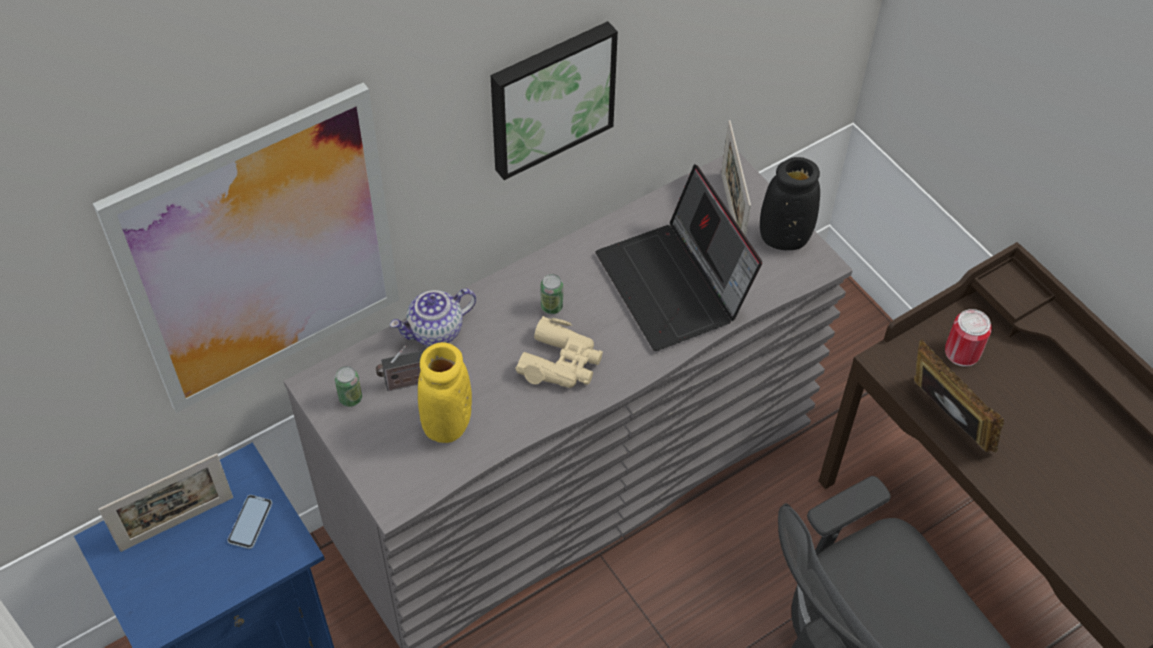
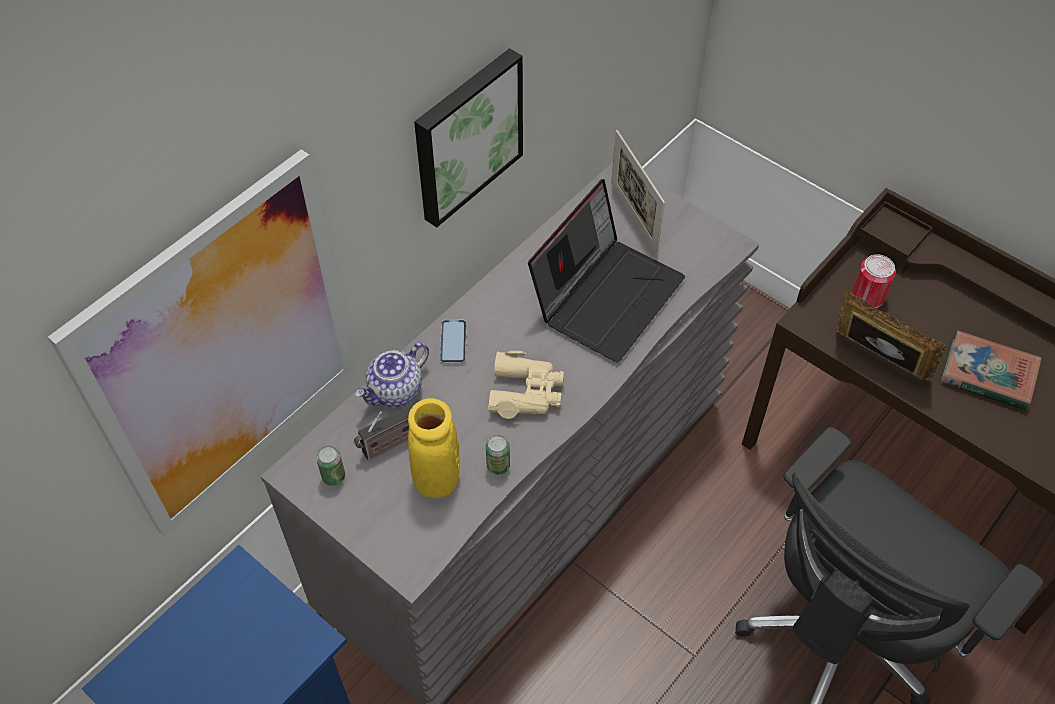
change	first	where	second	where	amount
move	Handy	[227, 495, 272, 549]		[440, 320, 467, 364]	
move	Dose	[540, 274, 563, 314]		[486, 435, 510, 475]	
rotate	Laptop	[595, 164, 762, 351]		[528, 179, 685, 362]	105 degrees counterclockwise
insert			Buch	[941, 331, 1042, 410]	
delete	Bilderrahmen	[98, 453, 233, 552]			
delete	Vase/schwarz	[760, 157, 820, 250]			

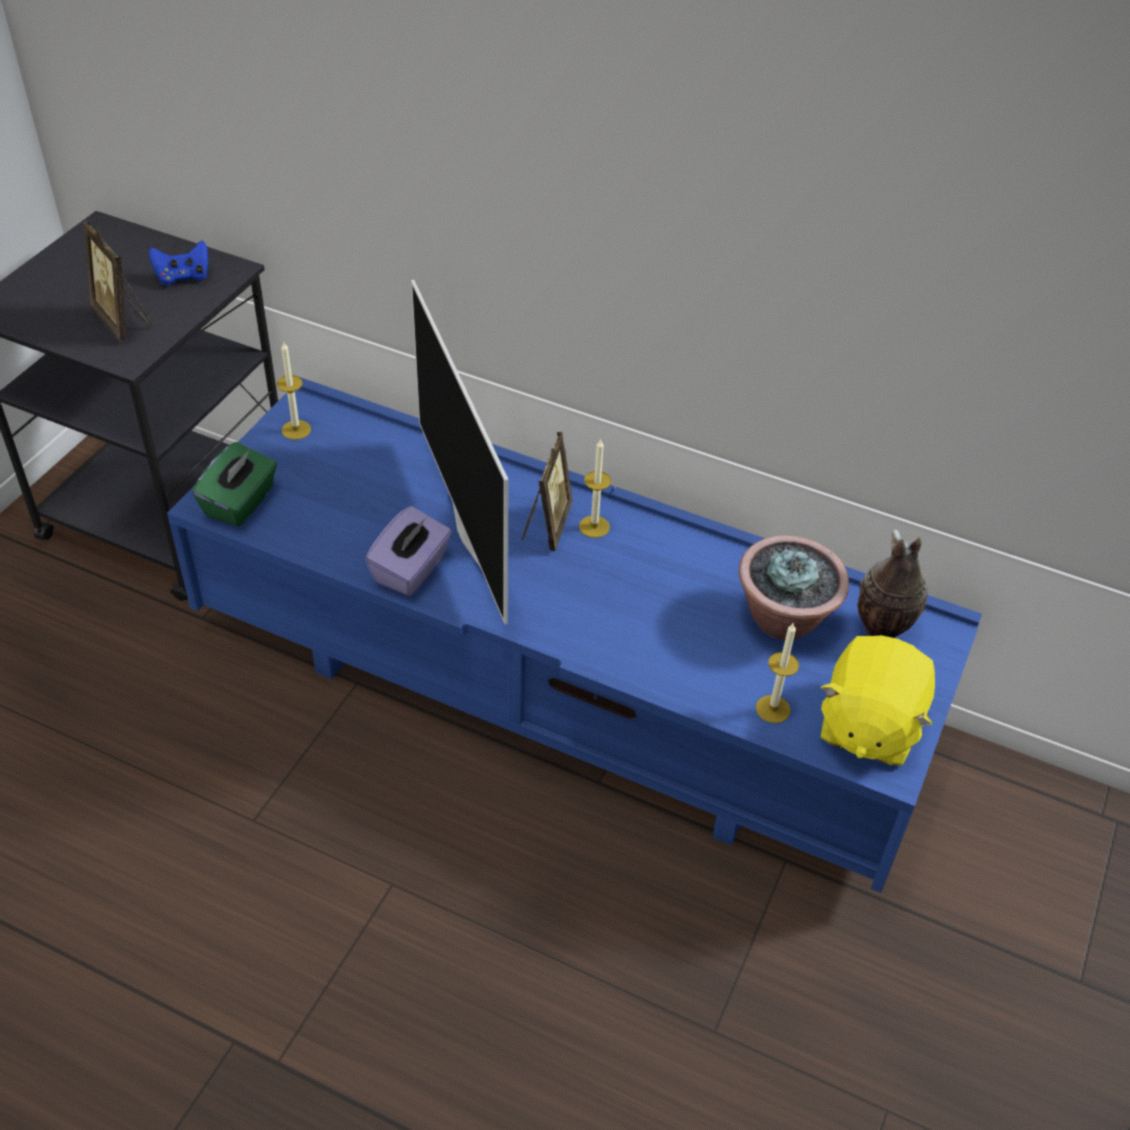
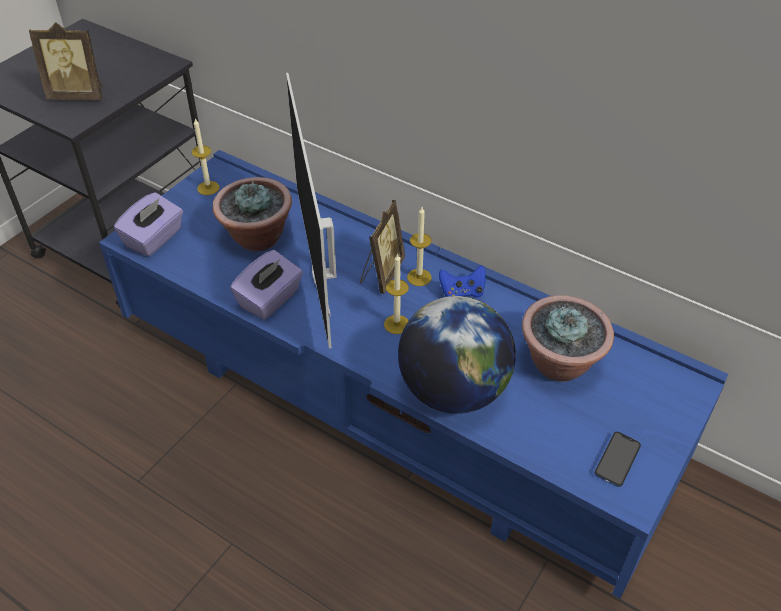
change	first	where	second	where	amount
rotate	Bilderrahmen	[84, 221, 152, 341]		[29, 22, 102, 100]	60 degrees counterclockwise
recolor	Taschentuchbox/grün	[192, 442, 277, 527]	Taschentuchbox/lila	[114, 192, 183, 256]	
insert			Topfpflanze	[213, 177, 292, 251]	
move	Kerze	[756, 622, 799, 723]		[384, 254, 409, 334]	
insert			Globus	[398, 296, 516, 414]	
move	Gamepad/blau	[149, 240, 208, 285]		[439, 265, 486, 298]	
replace	Plüschtier/gelb	[821, 635, 935, 766]	Handy	[594, 432, 641, 487]	
delete	Vase	[857, 530, 928, 638]			

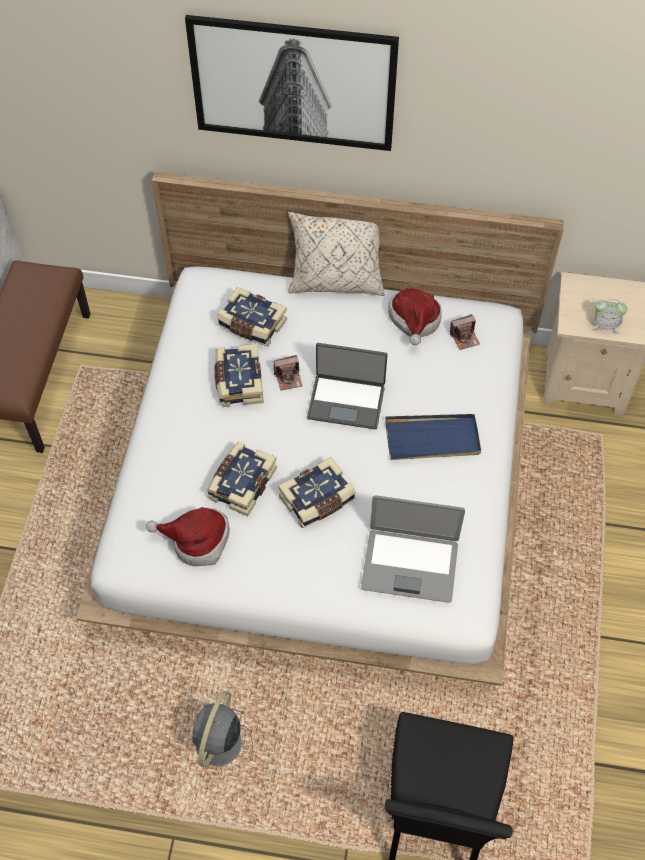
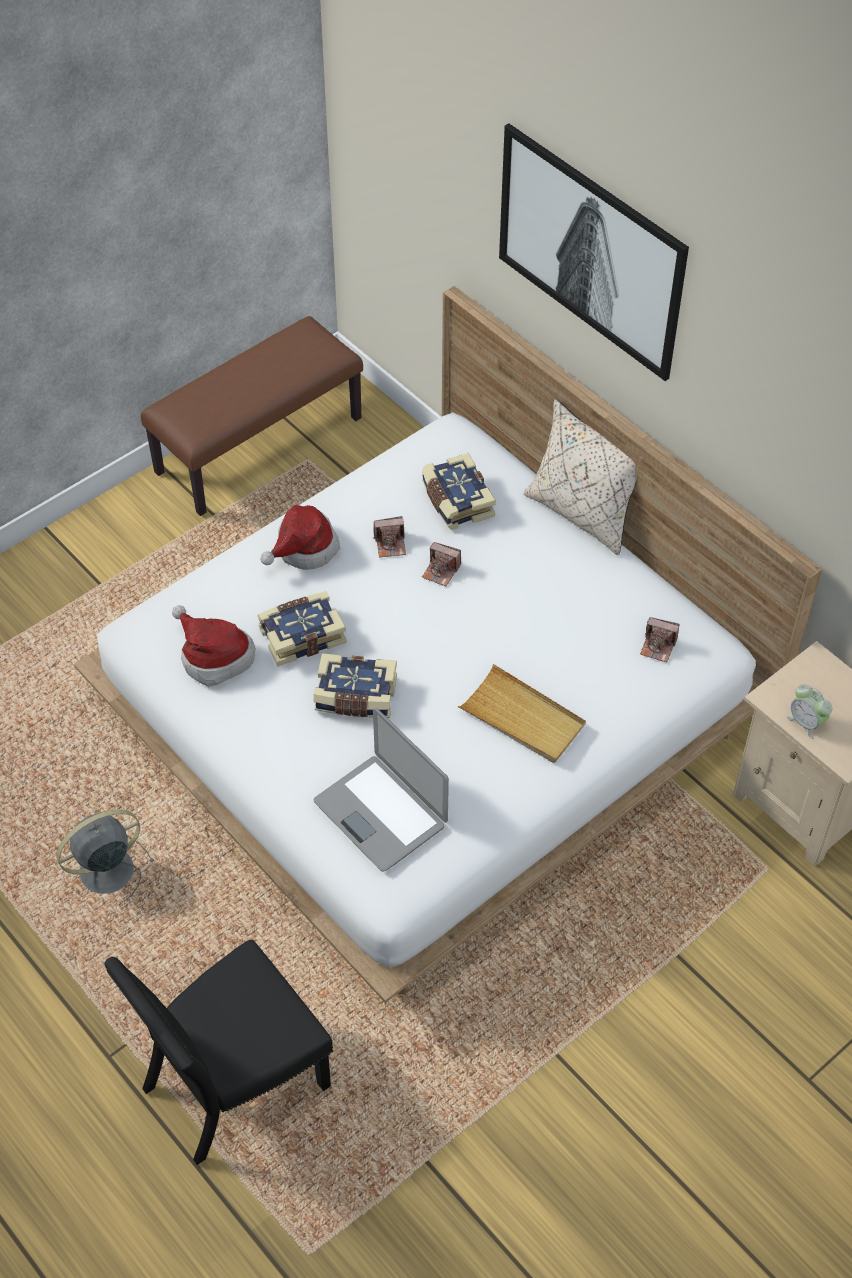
change	first	where	second	where	amount
move	Hut	[388, 288, 442, 345]		[260, 505, 340, 570]	
replace	Buch	[214, 344, 264, 407]	Kamera	[373, 516, 406, 557]	
recolor	Tablett/blau	[385, 414, 481, 460]	Tablett/beige	[458, 664, 586, 763]	
delete	Laptop	[307, 343, 388, 429]			

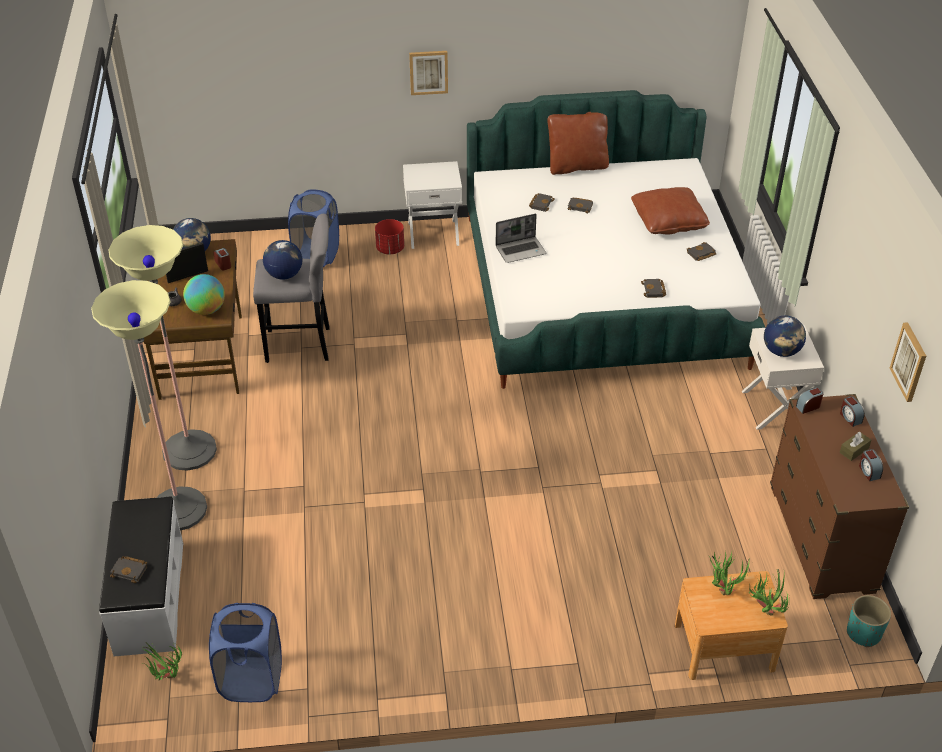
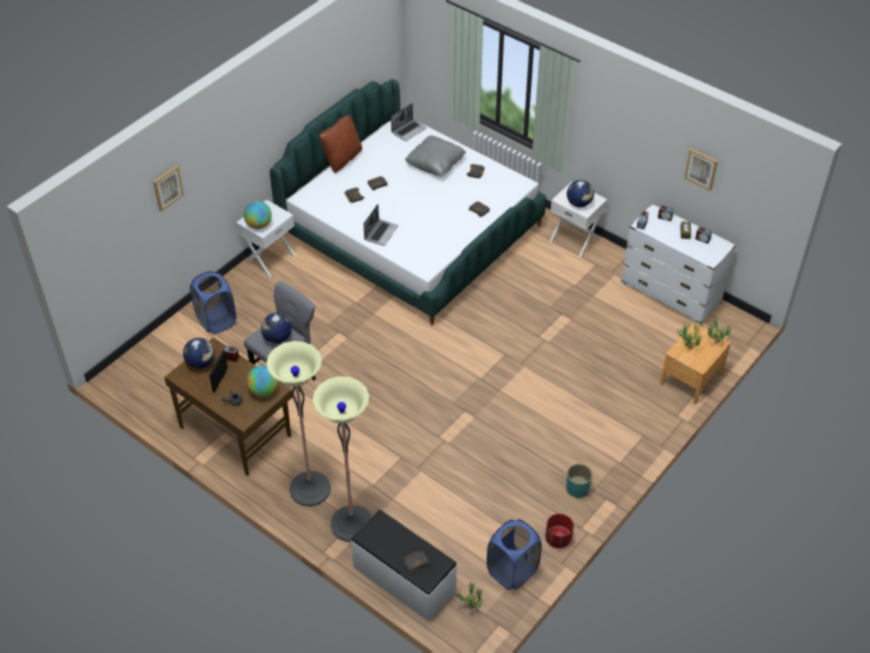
change	first	where	second	where	amount
move	Bild	[409, 51, 448, 95]		[153, 165, 184, 211]	
insert			Globus	[244, 201, 272, 229]	
insert			Laptop	[391, 103, 427, 141]	
recolor	Kissen/braun	[631, 187, 710, 234]	Kissen/grau	[405, 136, 466, 176]	
move	Pflanzkübel/rot	[375, 219, 404, 254]		[545, 514, 574, 548]	
move	Pflanzkübel/türkis	[847, 595, 891, 647]		[566, 464, 593, 498]	
recolor	Kommode/braun	[770, 394, 909, 599]	Kommode/weiß	[621, 204, 736, 325]	

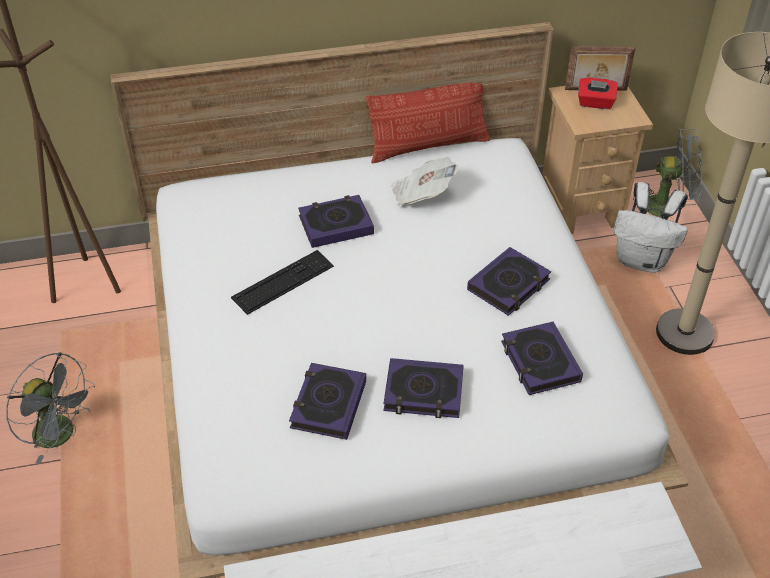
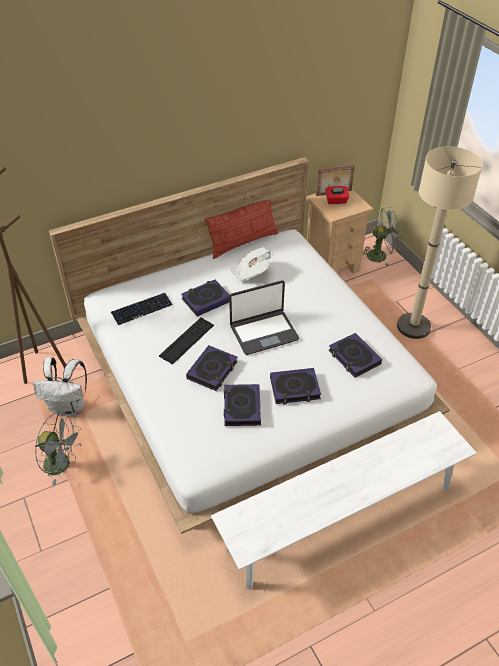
change	first	where	second	where	amount
move	Rucksack/weiß	[614, 182, 688, 273]		[33, 357, 87, 416]	
insert			Tastatur	[111, 293, 172, 325]	
move	Buch	[467, 247, 551, 316]		[186, 345, 238, 391]	
insert			Laptop	[229, 280, 299, 355]	

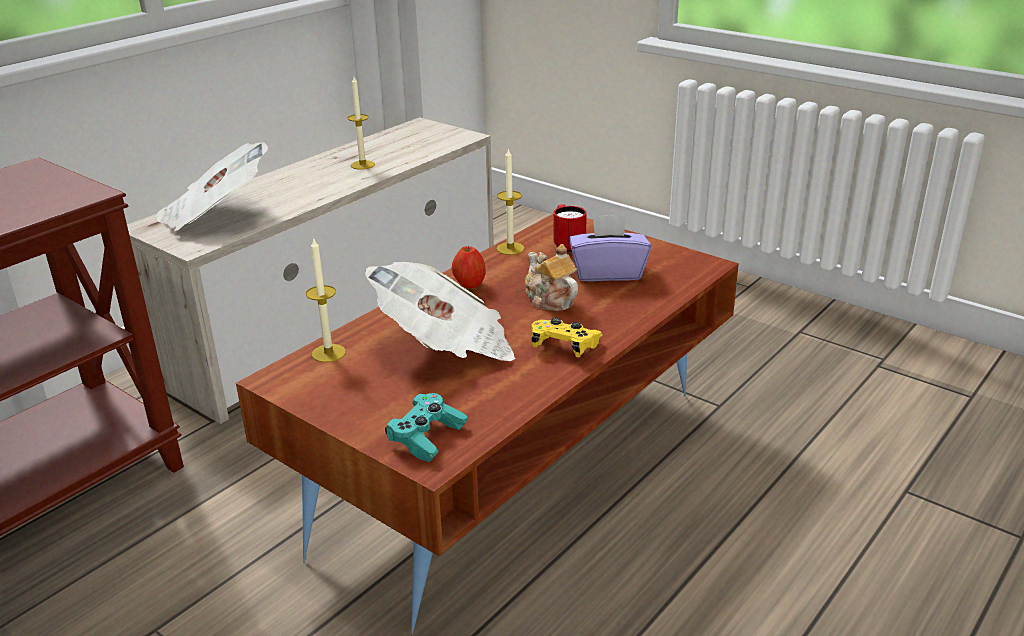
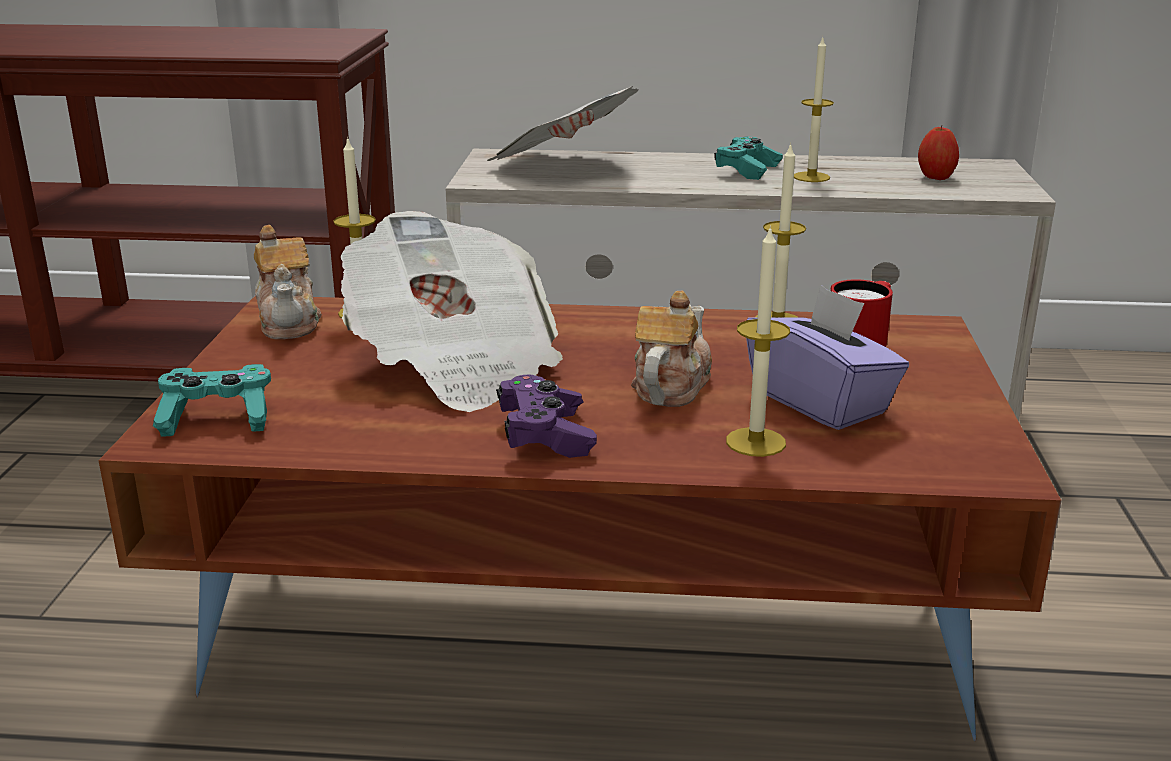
change	first	where	second	where	amount
insert			Teekanne	[254, 225, 322, 339]	
recolor	Gamepad/gelb	[531, 318, 602, 357]	Gamepad/lila	[496, 375, 597, 458]	
insert			Gamepad/türkis	[714, 137, 783, 180]	
insert			Kerze	[726, 225, 790, 457]	
move	Apfel	[452, 246, 486, 288]		[918, 125, 959, 180]	

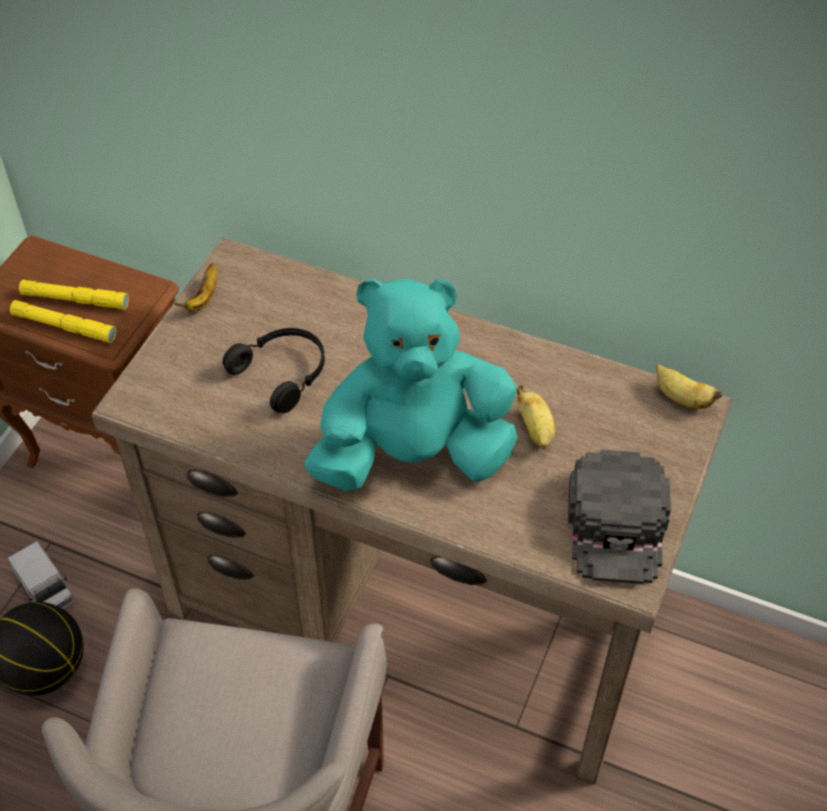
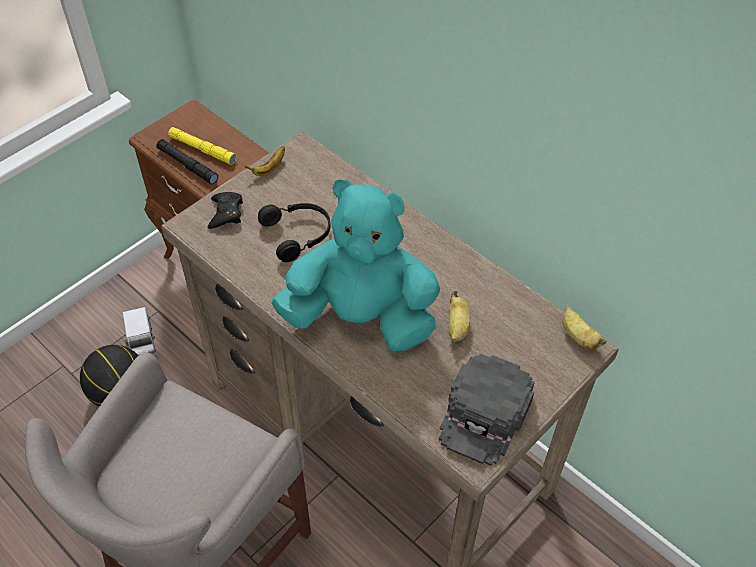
change	first	where	second	where	amount
recolor	Taschenlampe/gelb	[10, 300, 116, 343]	Taschenlampe/schwarz	[156, 139, 218, 184]	
insert			Gamepad/schwarz	[207, 192, 243, 229]	

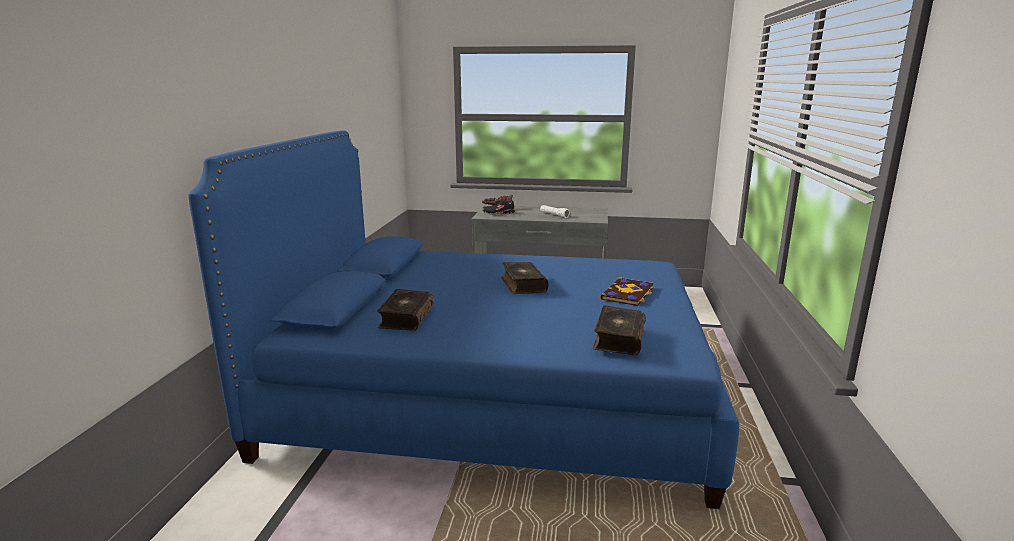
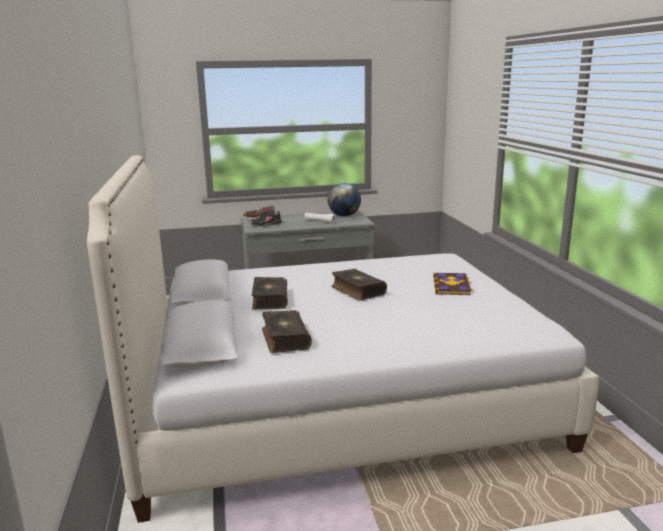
change	first	where	second	where	amount
recolor	Bett/blau	[188, 130, 739, 509]	Bett/weiß	[87, 155, 599, 523]	
move	Buch	[593, 305, 645, 355]		[252, 277, 288, 310]	
insert			Globus	[328, 183, 361, 217]	

